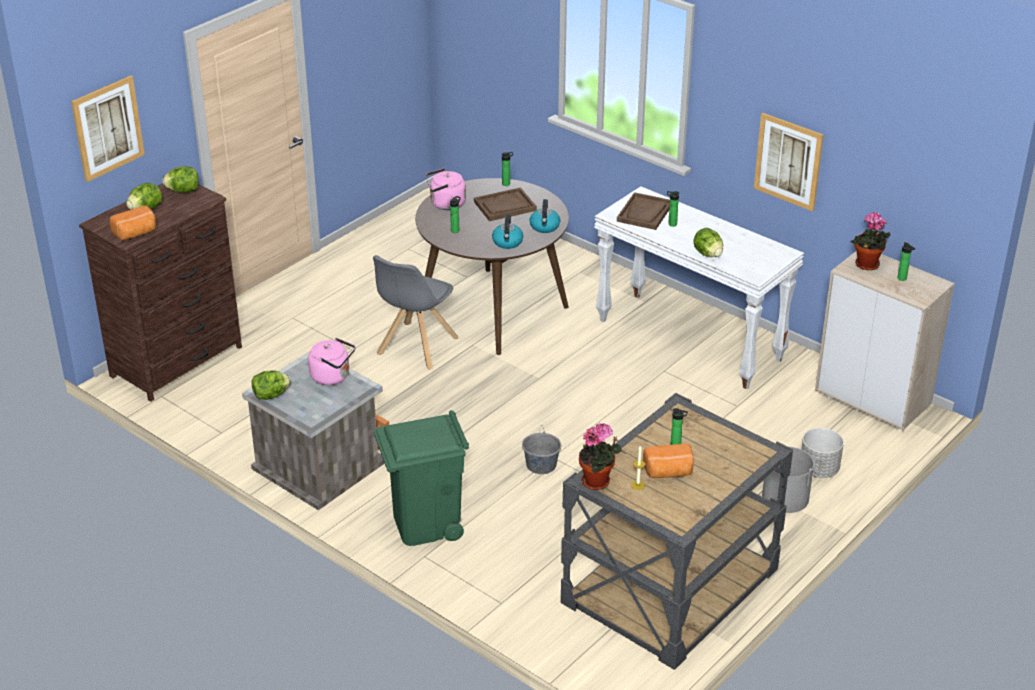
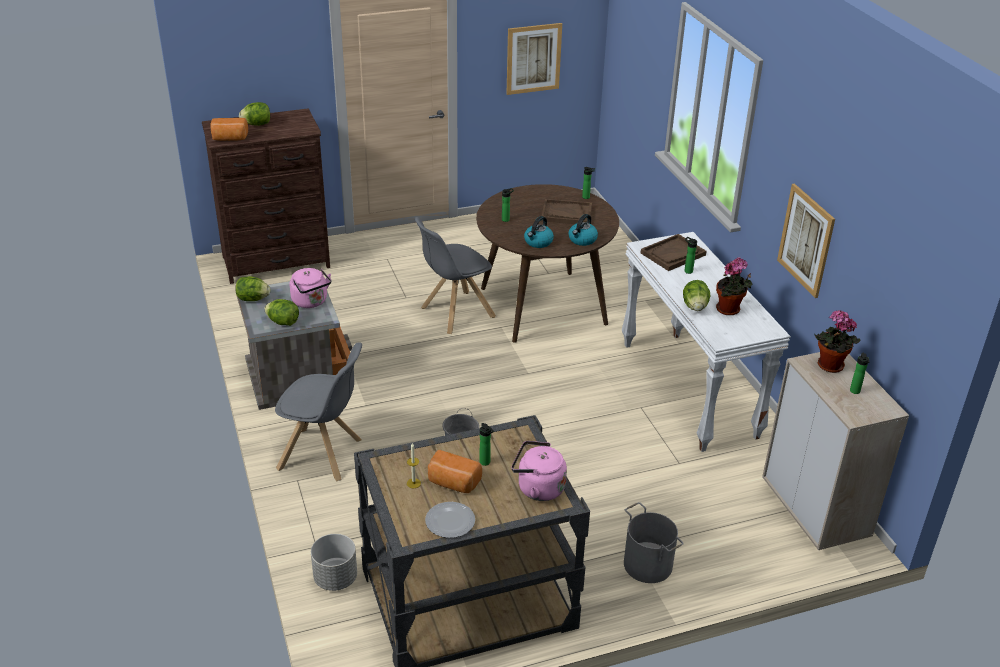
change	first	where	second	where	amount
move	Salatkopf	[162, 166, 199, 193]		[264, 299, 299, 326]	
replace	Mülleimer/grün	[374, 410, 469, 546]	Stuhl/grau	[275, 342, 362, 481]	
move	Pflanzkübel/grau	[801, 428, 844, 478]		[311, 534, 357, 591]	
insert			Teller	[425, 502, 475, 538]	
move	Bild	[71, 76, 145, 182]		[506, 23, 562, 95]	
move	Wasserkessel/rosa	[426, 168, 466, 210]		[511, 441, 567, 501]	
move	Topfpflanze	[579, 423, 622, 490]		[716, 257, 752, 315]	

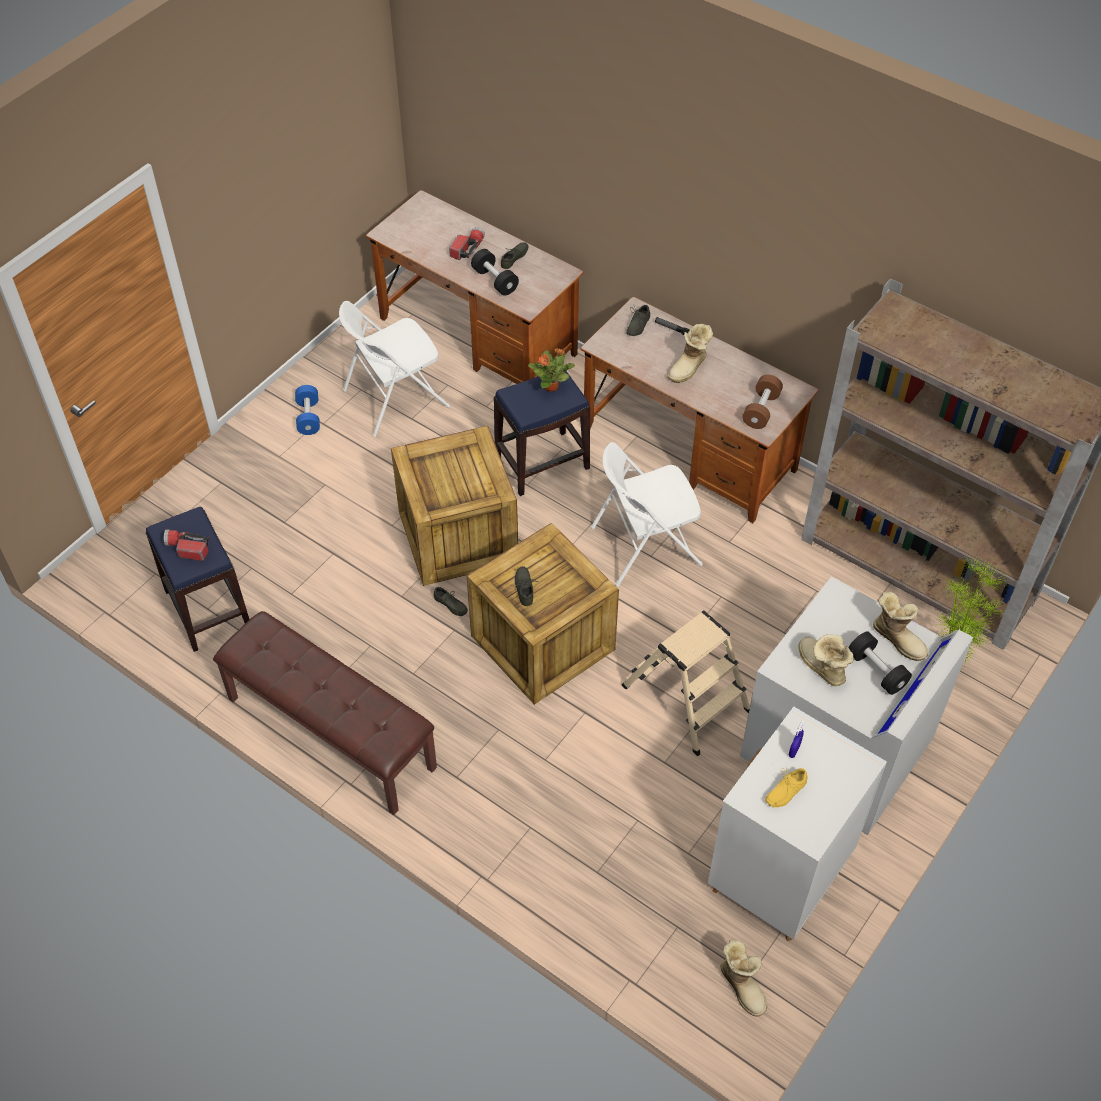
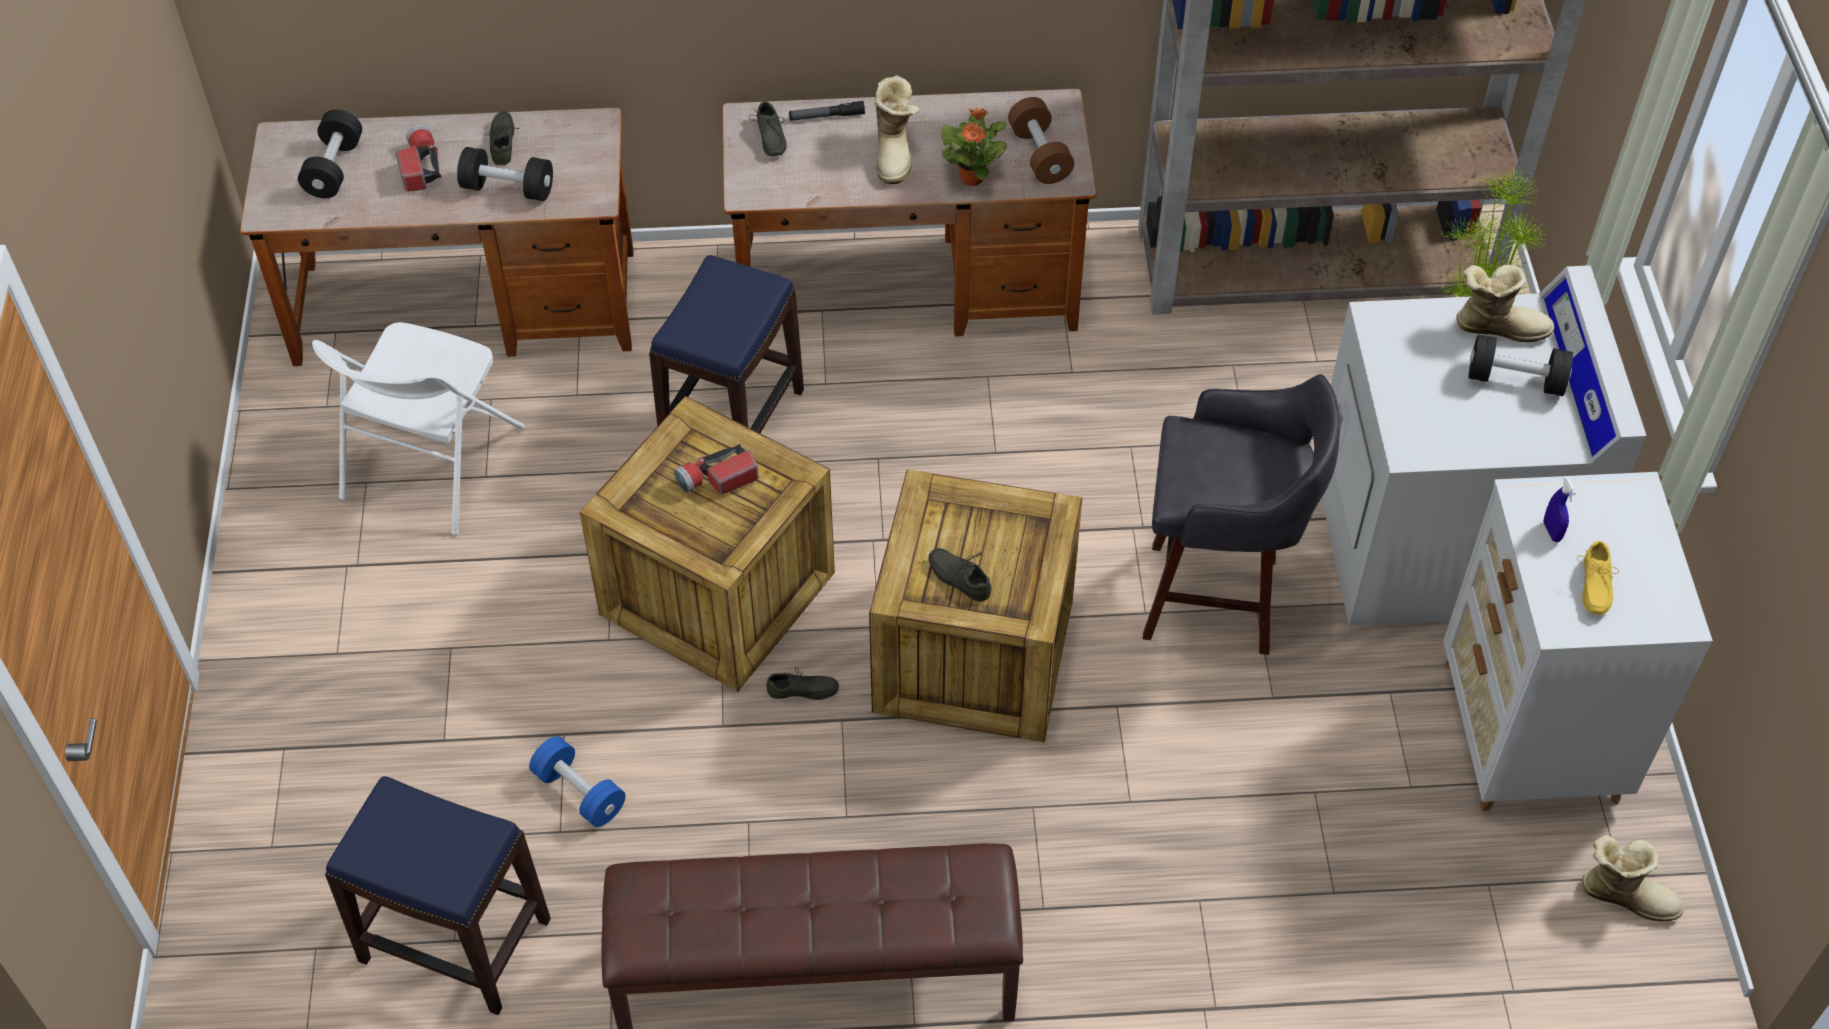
change	first	where	second	where	amount
insert			Hantel/schwarz	[298, 110, 362, 198]	
move	Hantel/blau	[295, 385, 320, 435]		[529, 736, 626, 827]	
move	Taschenlampe	[164, 530, 210, 561]		[674, 444, 759, 495]	
move	Topfpflanze	[528, 348, 575, 392]		[941, 108, 1007, 186]	
replace	Trittleiter/beige	[622, 610, 750, 756]	Hocker/grau	[1143, 374, 1340, 655]	
delete	Stuhl/weiß	[591, 442, 702, 588]			
delete	Stiefel	[799, 634, 853, 686]			

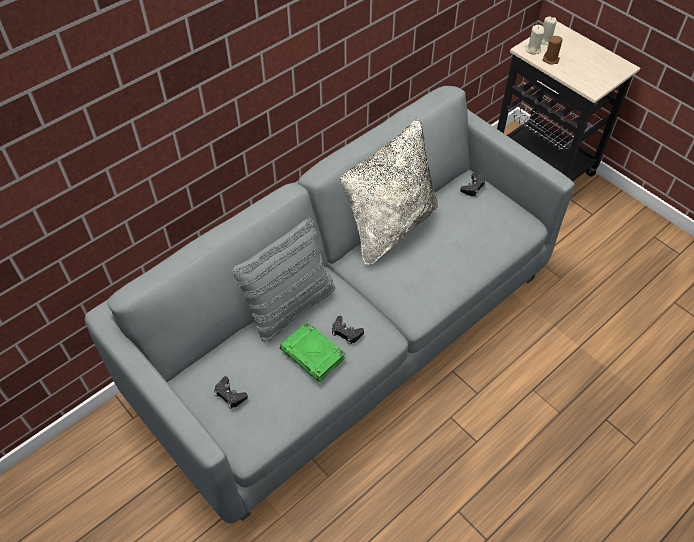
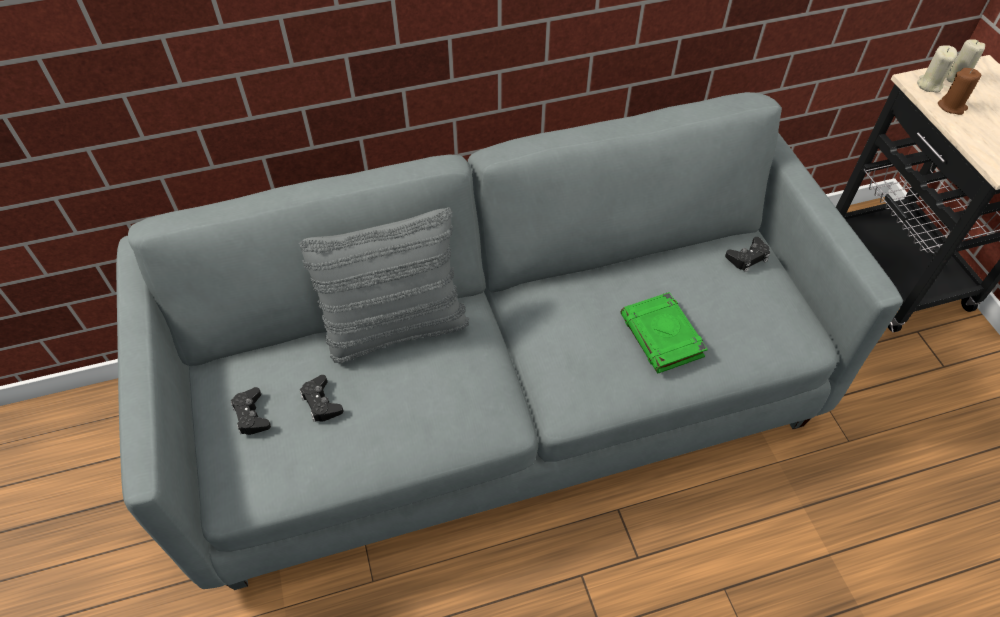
change	first	where	second	where	amount
move	Gamepad/schwarz	[332, 316, 364, 345]		[300, 375, 344, 422]	
move	Buch/grün	[280, 322, 346, 382]		[621, 292, 708, 373]	
delete	Kissen/beige	[340, 119, 437, 265]			

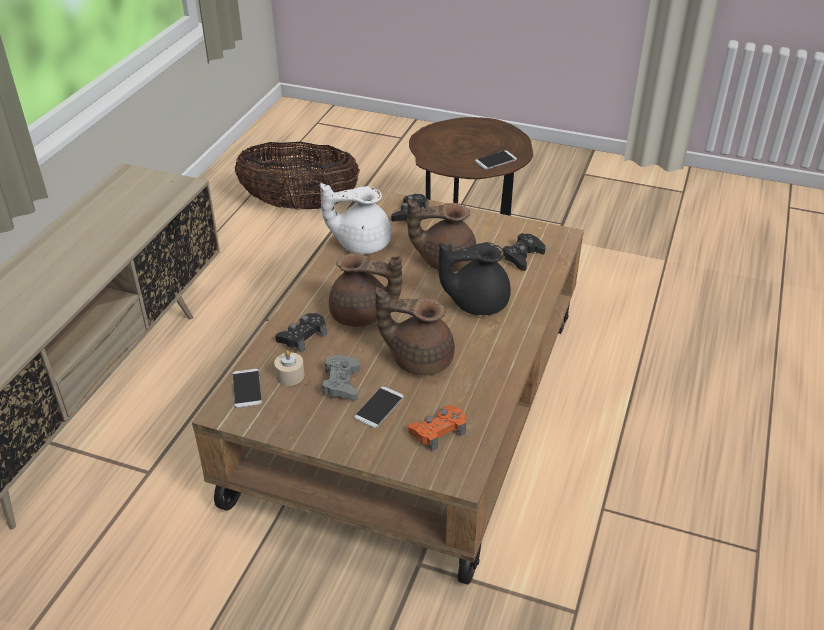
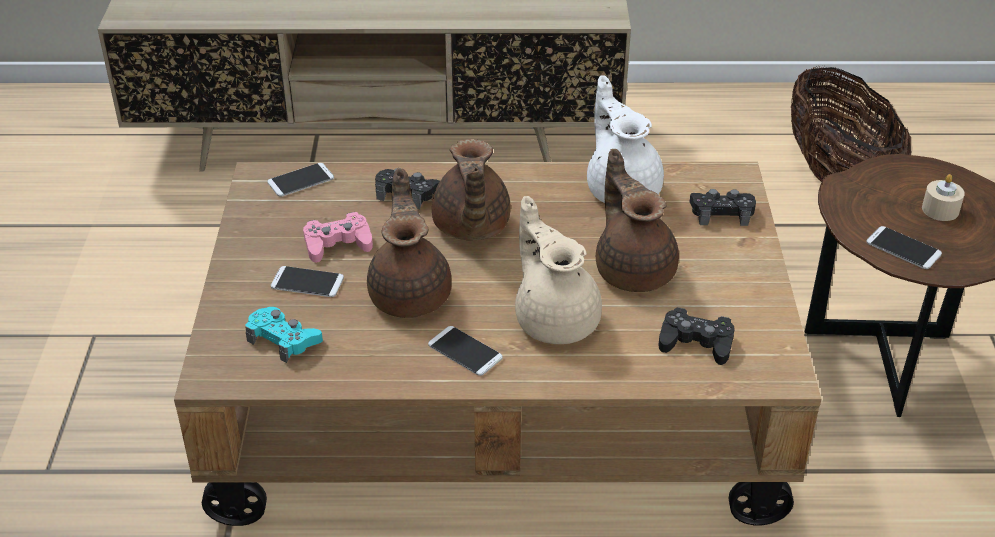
change	first	where	second	where	amount
recolor	Gamepad/orange	[408, 405, 466, 451]	Gamepad/türkis	[245, 307, 323, 363]	
recolor	Gamepad/grau	[322, 355, 360, 401]	Gamepad/rosa	[303, 212, 373, 263]	
insert			Handy	[428, 326, 503, 376]	
recolor	Teekanne/schwarz	[439, 242, 511, 315]	Teekanne/beige	[515, 196, 602, 344]	
move	Kerze/beige	[274, 350, 304, 386]		[922, 174, 965, 221]	

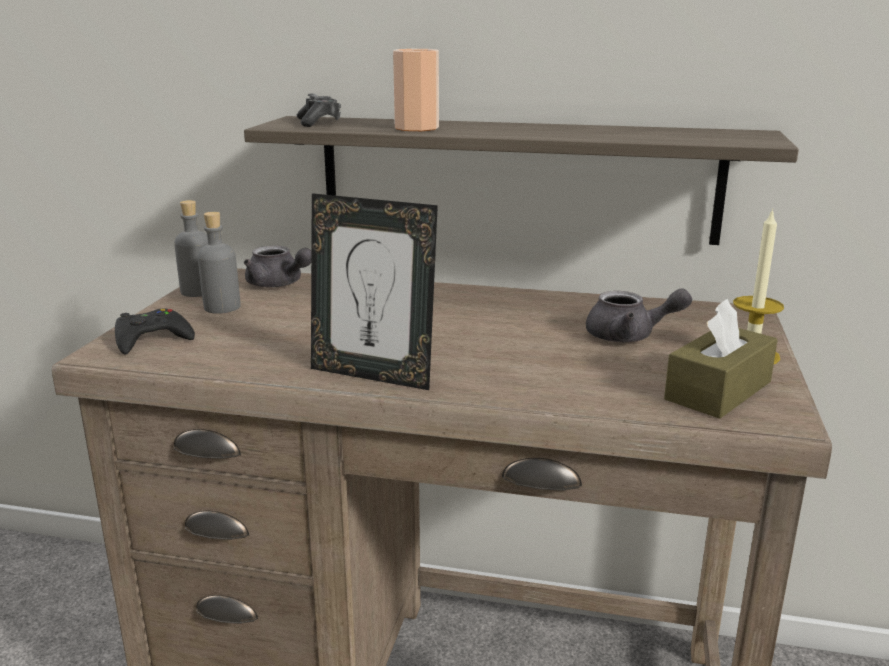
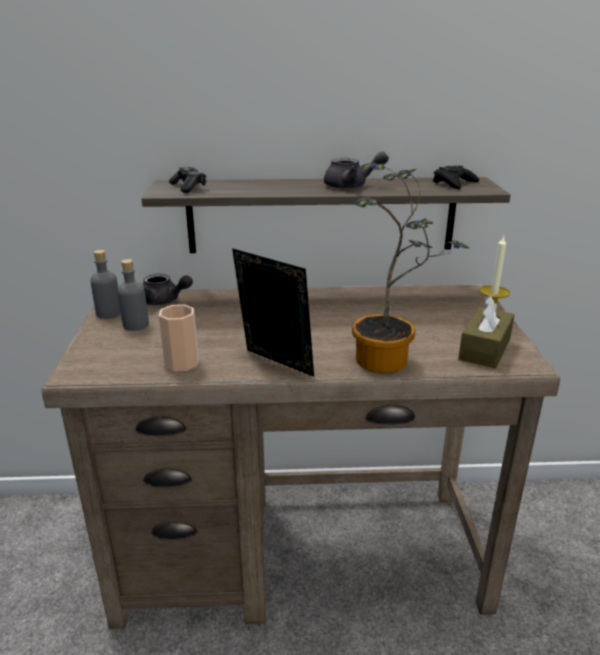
change	first	where	second	where	amount
move	Tasse	[393, 49, 439, 131]		[159, 304, 198, 372]	
rotate	Bilderrahmen	[311, 193, 438, 390]		[232, 248, 314, 377]	150 degrees counterclockwise
move	Teekanne/grau	[586, 288, 692, 342]		[324, 151, 389, 189]	
insert			Topfpflanze	[352, 163, 470, 373]	
move	Gamepad/schwarz	[115, 308, 195, 355]		[433, 165, 479, 189]	

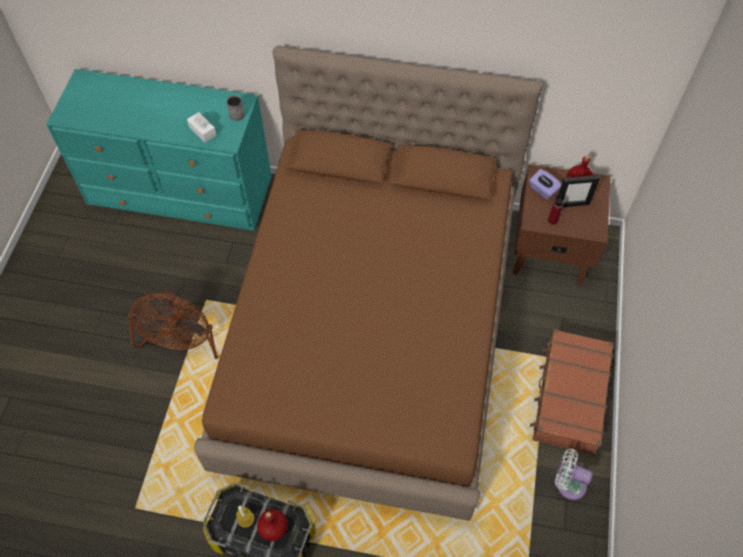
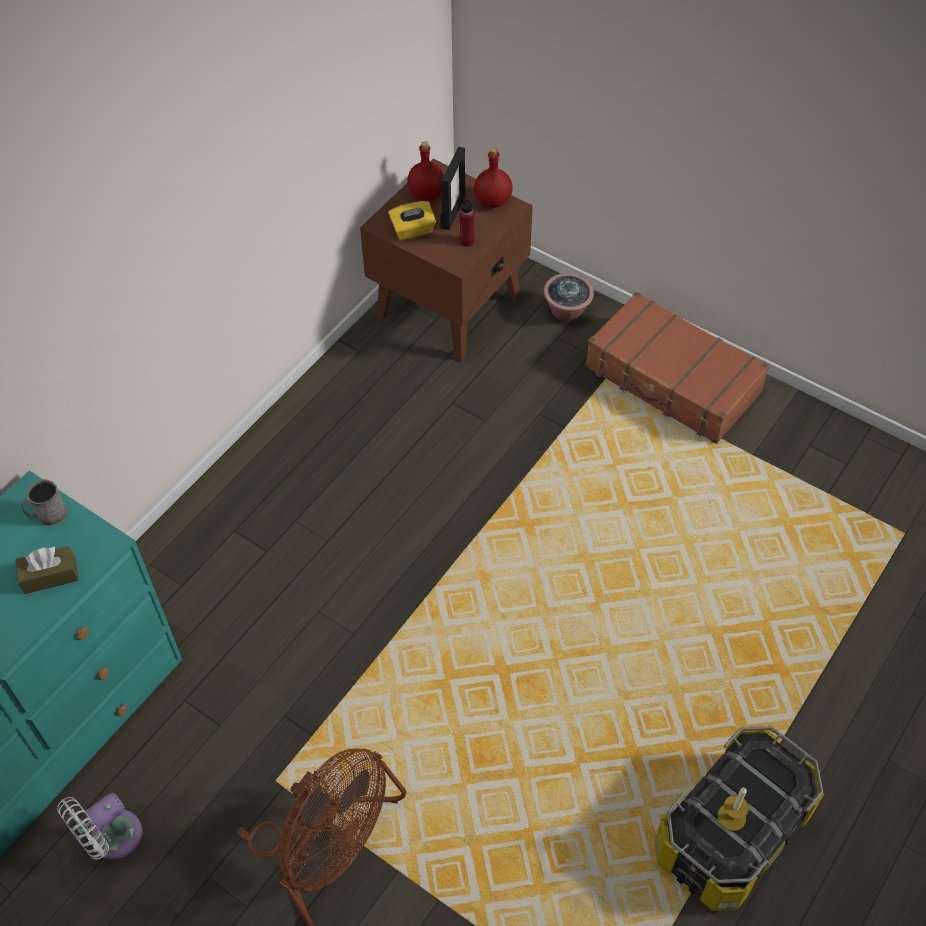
change	first	where	second	where	amount
recolor	Taschentuchbox/weiß	[187, 112, 217, 143]	Taschentuchbox/braun	[15, 546, 78, 594]	
move	Ventilator/weiß	[555, 449, 593, 500]		[57, 793, 143, 860]	
recolor	Taschentuchbox/lila	[529, 169, 562, 200]	Taschentuchbox/gelb	[388, 201, 436, 240]	
move	Flasche/rot	[257, 509, 288, 541]		[474, 148, 513, 208]	
insert			Topfpflanze	[543, 273, 594, 322]	
delete	Bett/braun	[194, 45, 542, 521]			

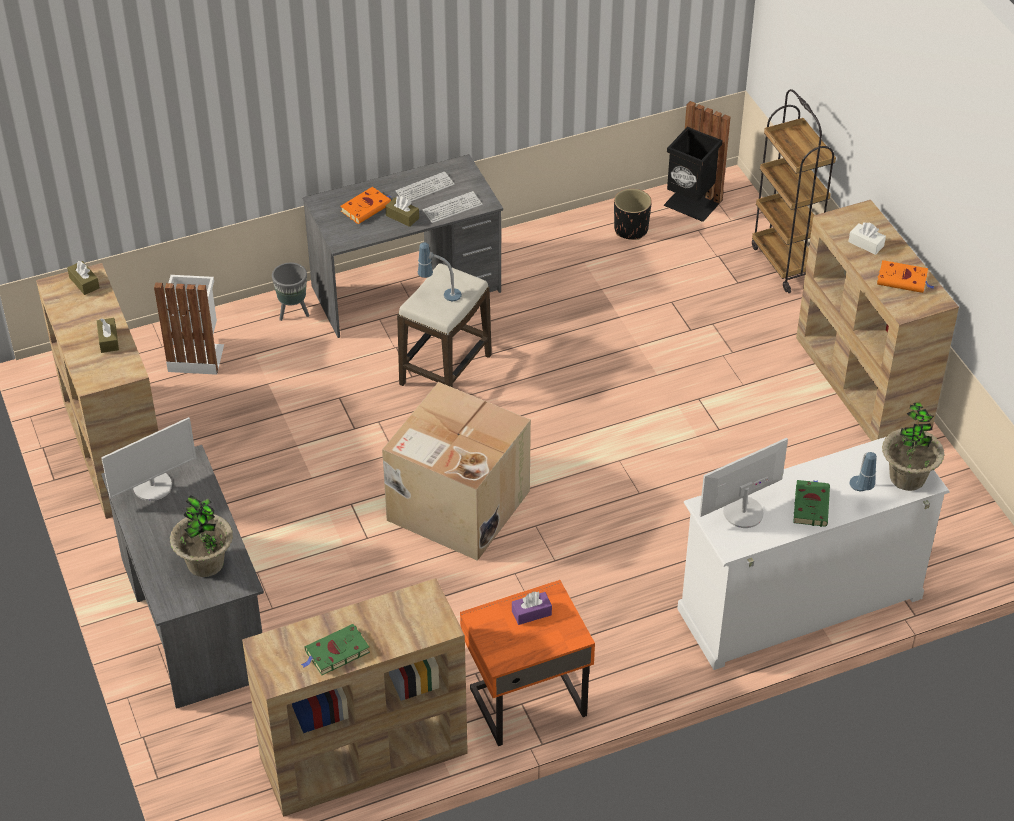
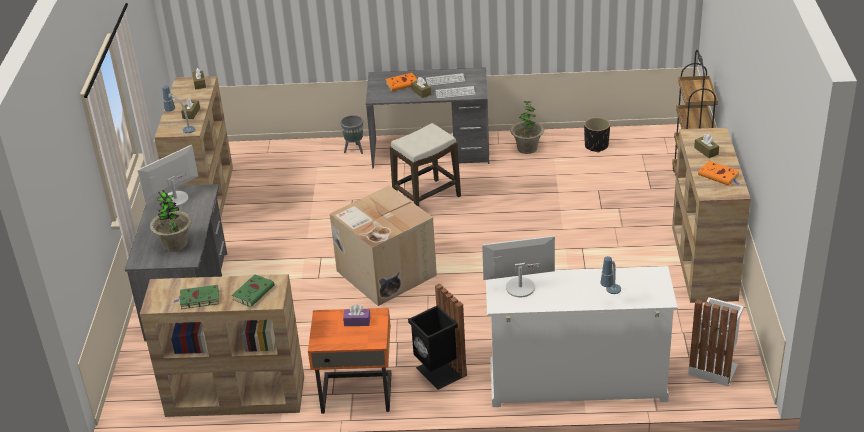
change	first	where	second	where	amount
rotate	Monitor	[101, 417, 196, 501]		[137, 145, 198, 207]	150 degrees clockwise
move	Tischlampe	[418, 242, 462, 301]		[162, 85, 195, 133]	
move	Buch/grün	[793, 480, 830, 527]		[232, 275, 275, 307]	
move	Mülleimer/schwarz	[663, 101, 731, 222]		[408, 284, 467, 390]	
move	Topfpflanze	[882, 402, 944, 491]		[510, 101, 544, 154]	
move	Mülleimer/weiß	[154, 275, 224, 375]		[688, 297, 744, 386]	
recolor	Taschentuchbox/weiß	[849, 223, 886, 255]	Taschentuchbox/braun	[694, 134, 719, 158]	

